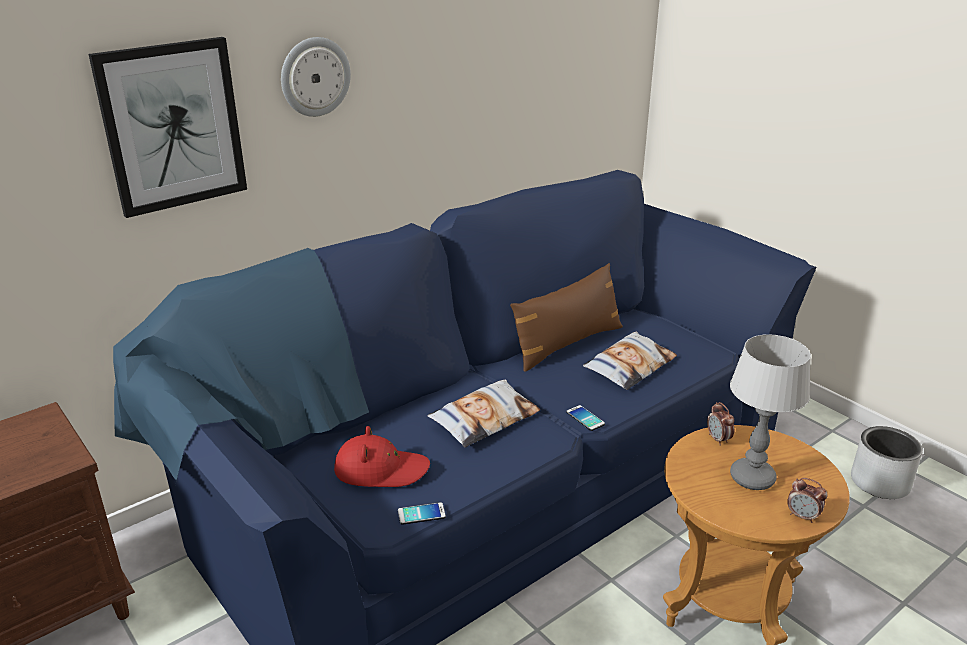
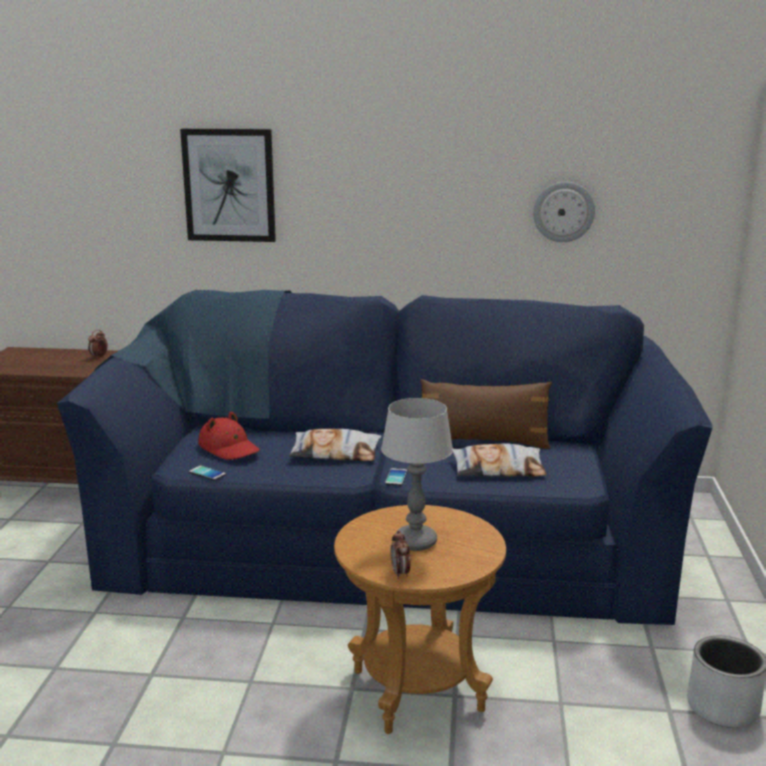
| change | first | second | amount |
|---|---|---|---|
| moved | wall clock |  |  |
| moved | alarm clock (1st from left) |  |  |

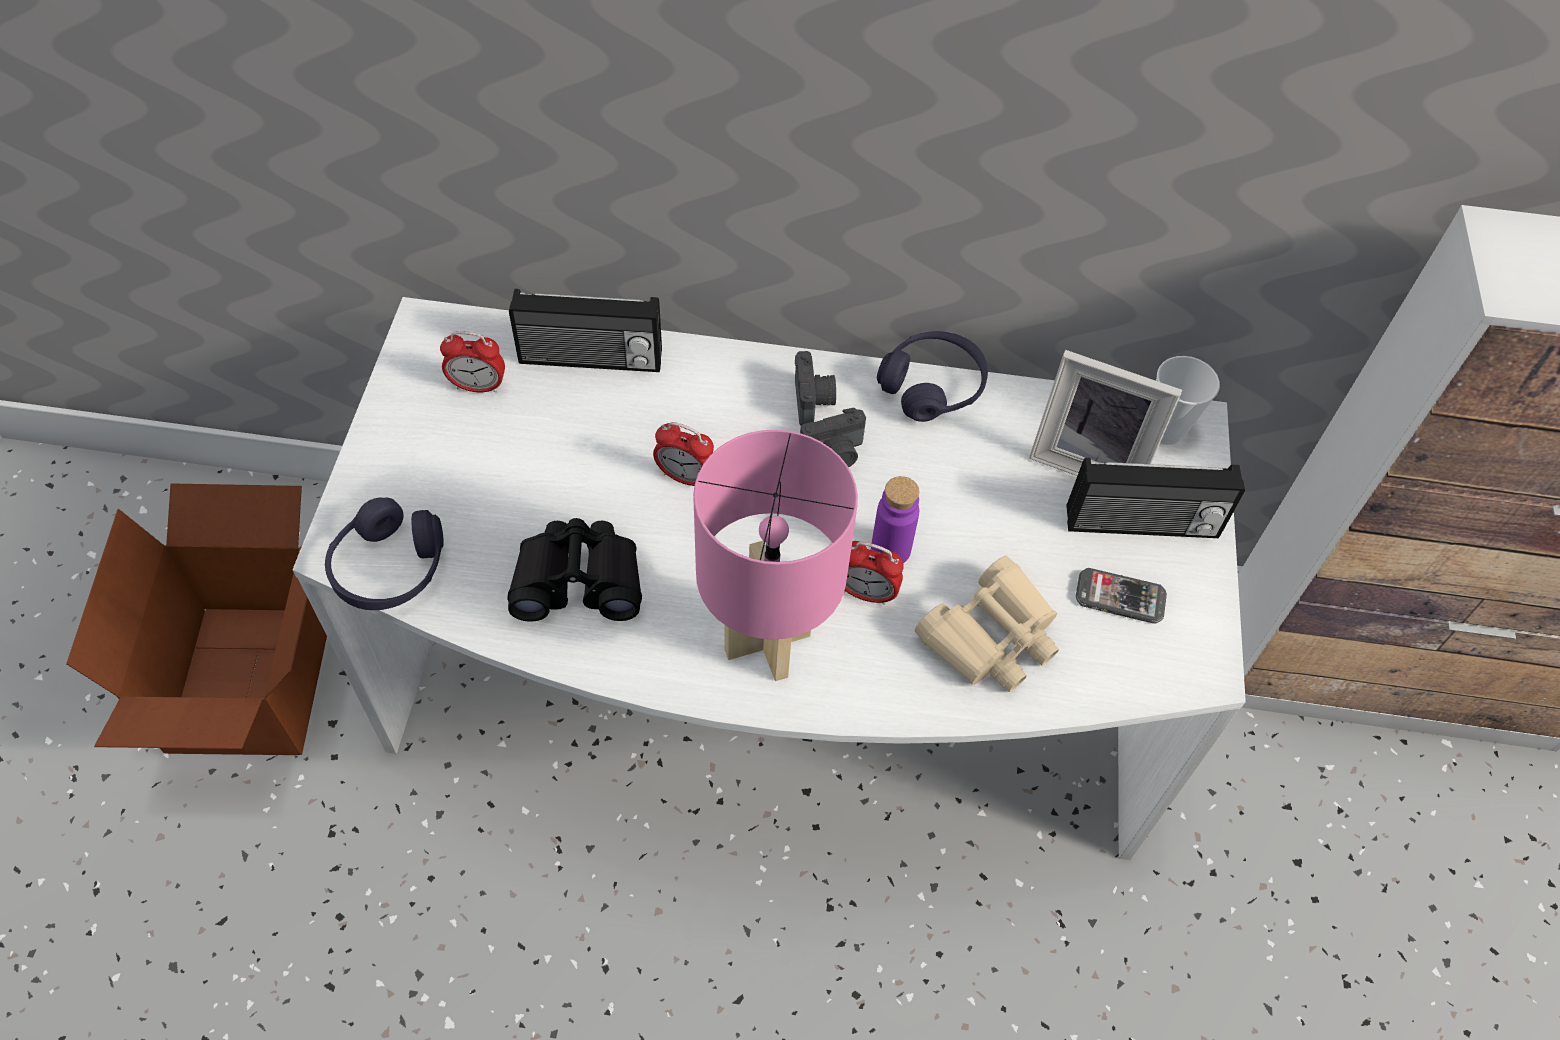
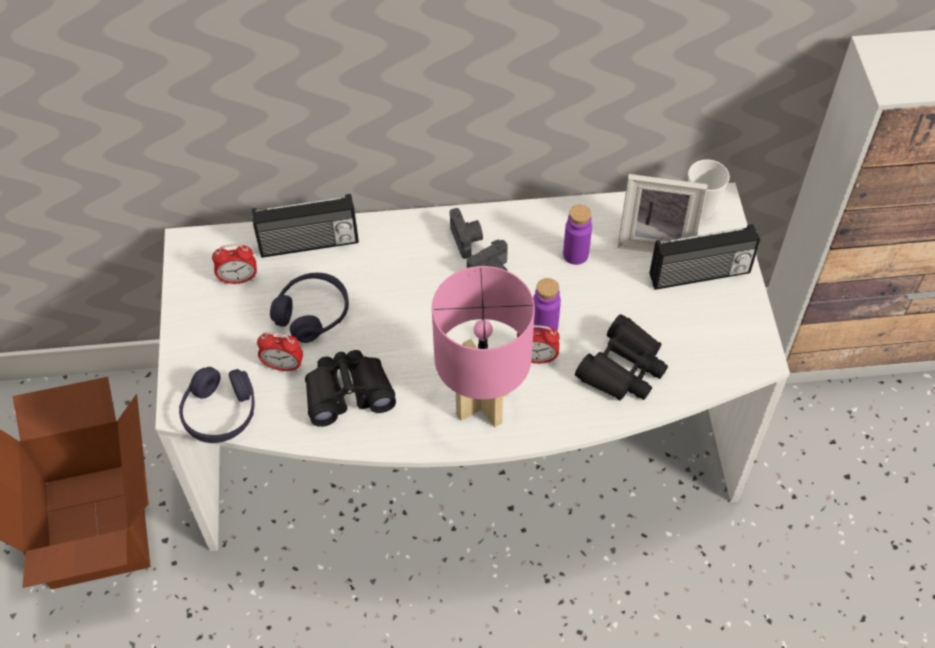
| change | first | second | amount |
|---|---|---|---|
| removed | phone |  |  |
| added |  | bottle (purple) (2nd from left) |  |
| moved | alarm clock (2nd from left) |  |  |
| moved | headphones (purple) (2nd from left) |  |  |
| recoloured | binoculars (beige) | binoculars (black) (2nd from left) |  |

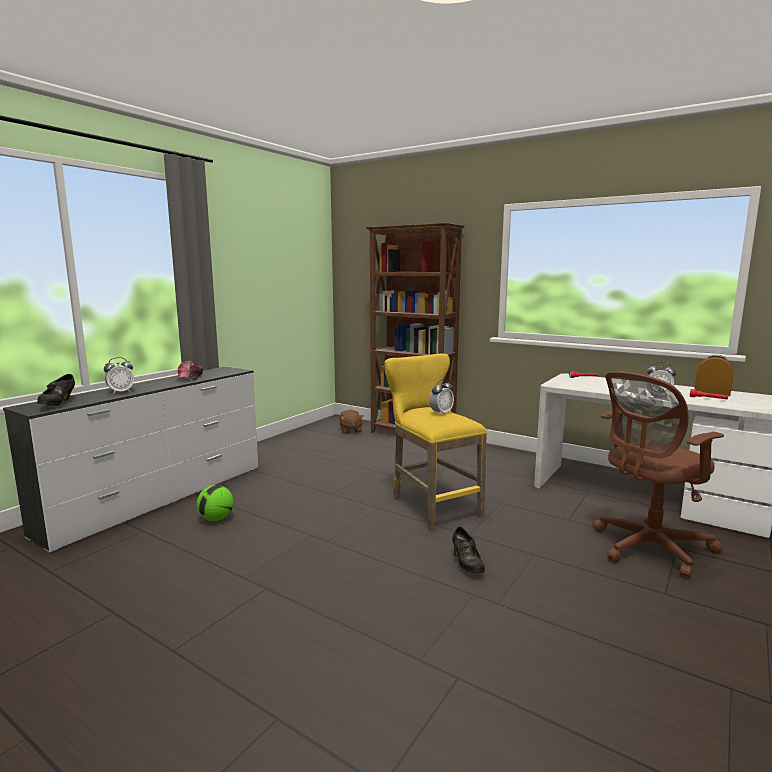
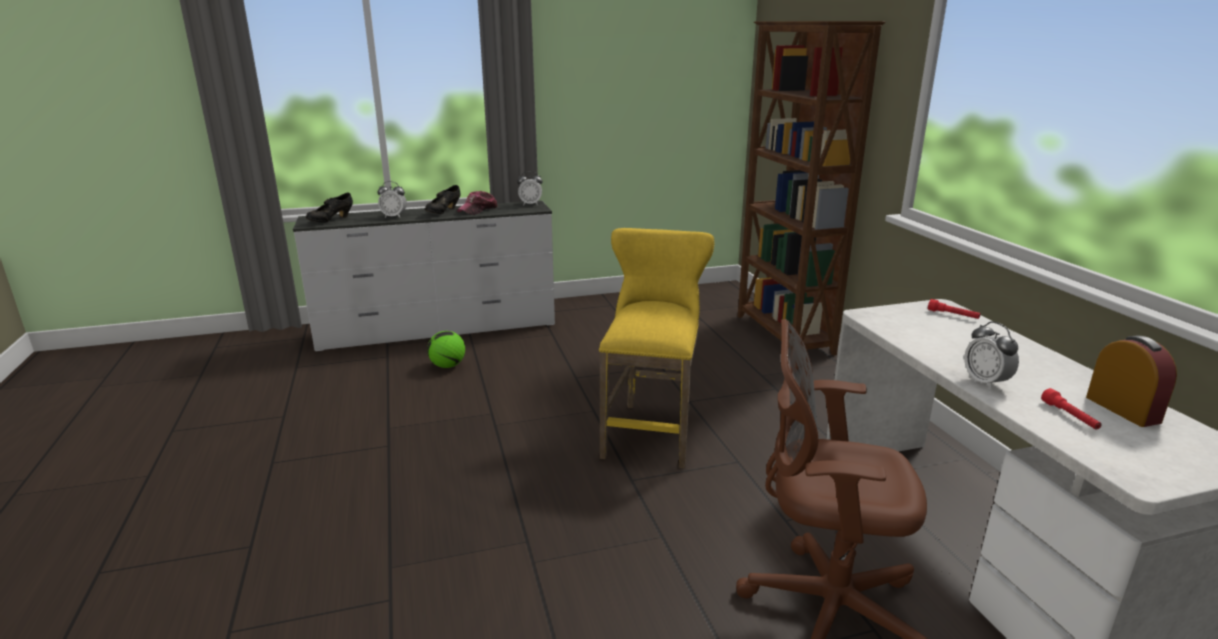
| change | first | second | amount |
|---|---|---|---|
| removed | plush toy (brown) |  |  |
| moved | alarm clock (2nd from left) |  |  |
| moved | shoe (black) (2nd from left) |  |  |

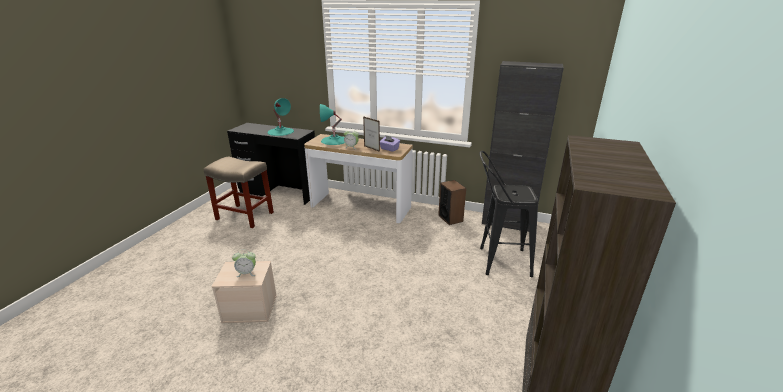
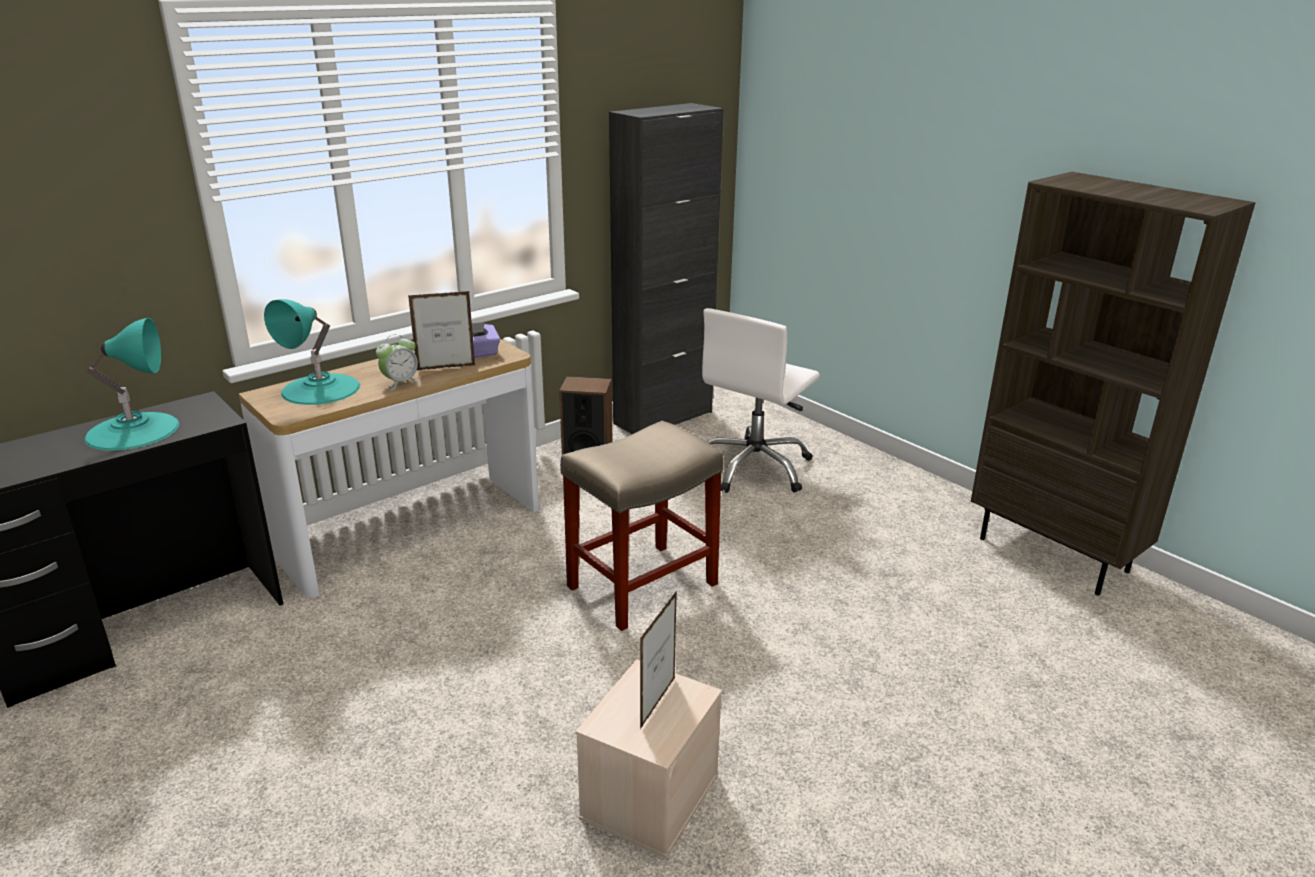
| change | first | second | amount |
|---|---|---|---|
| moved | stool (beige) |  |  |
| replaced | alarm clock (1st from left) | picture frame (2nd from left) |  |
| replaced | stool (black) | office chair (white) |  |

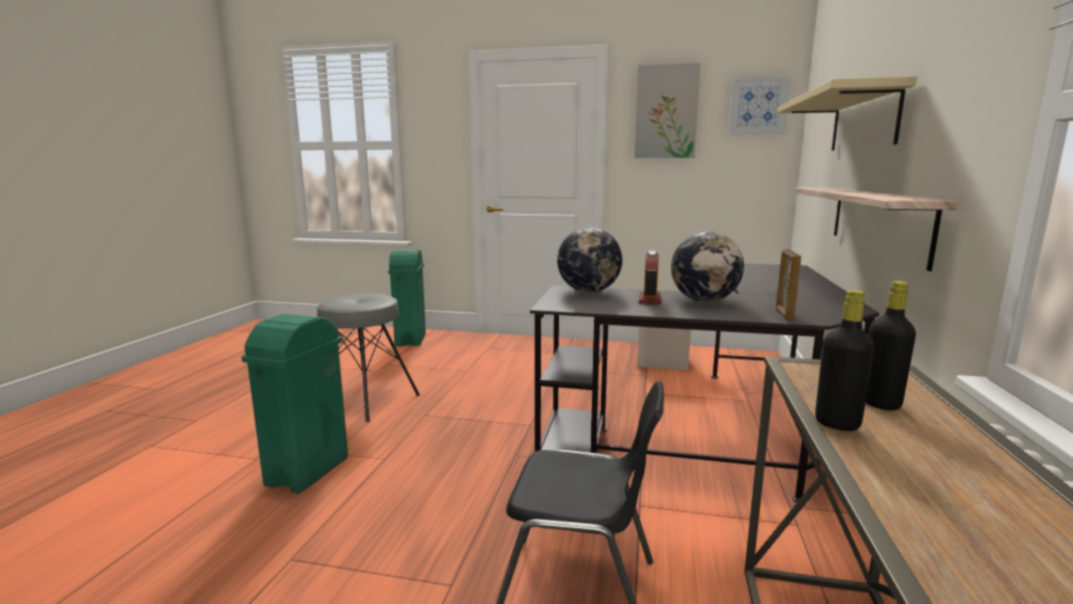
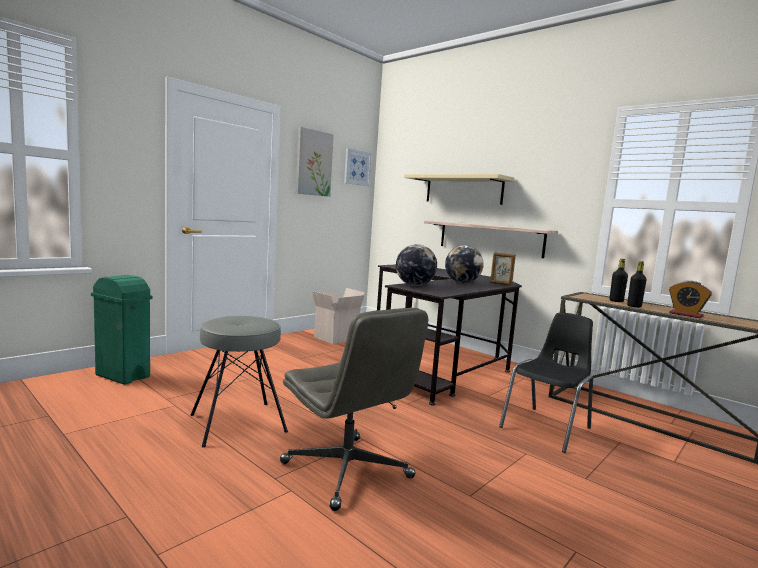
| change | first | second | amount |
|---|---|---|---|
| moved | alarm clock |  |  |
| replaced | trash can (green) (1st from left) | office chair (grey) |  |

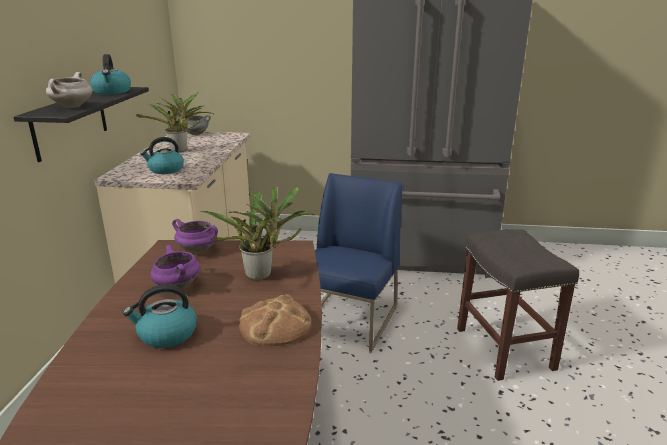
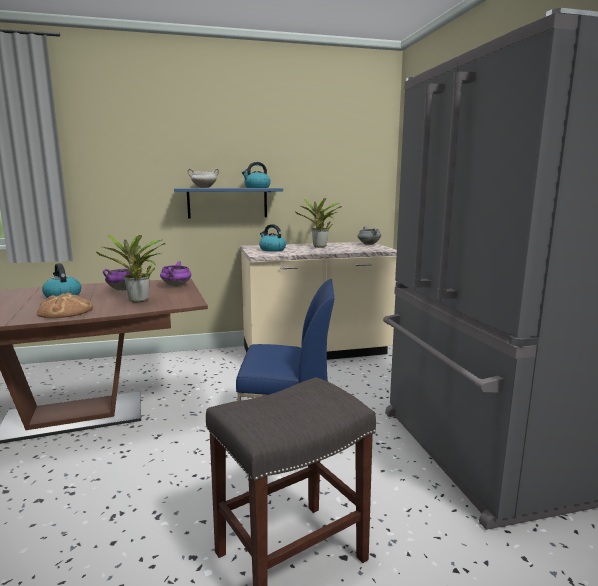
| change | first | second | amount |
|---|---|---|---|
| recoloured | shelf (black) | shelf (blue) |  |

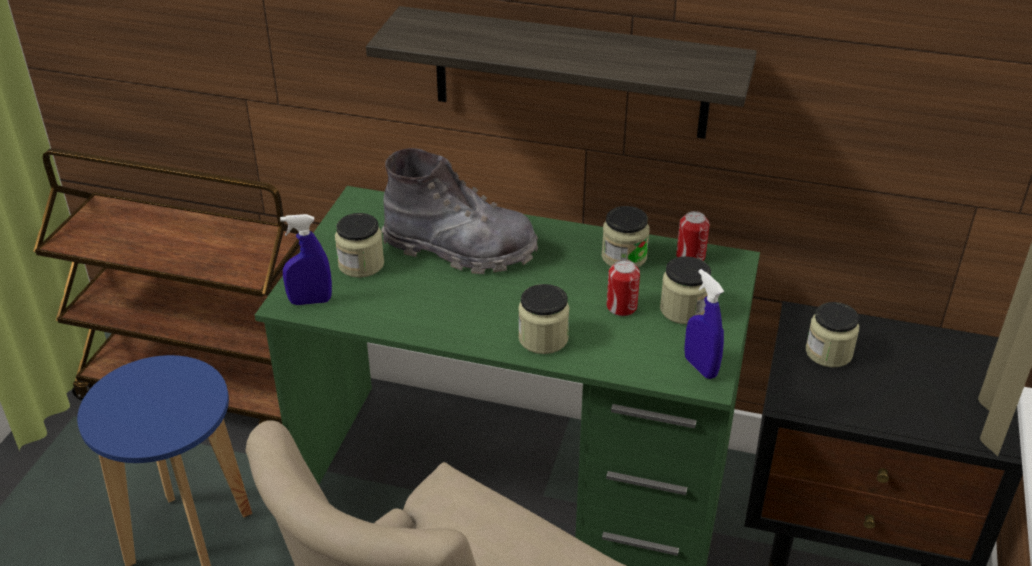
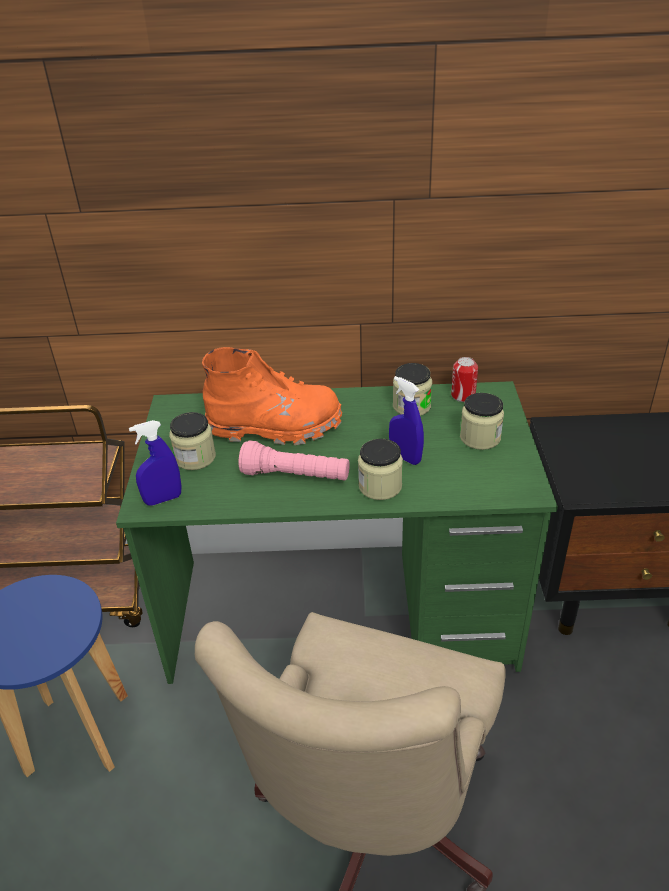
| change | first | second | amount |
|---|---|---|---|
| removed | shelf |  |  |
| removed | can (1st from left) |  |  |
| removed | jar (5th from left) |  |  |
| added |  | flashlight (pink) |  |
| moved | spray bottle (blue) (2nd from left) |  |  |
| recoloured | boot (grey) | boot (orange) |  |

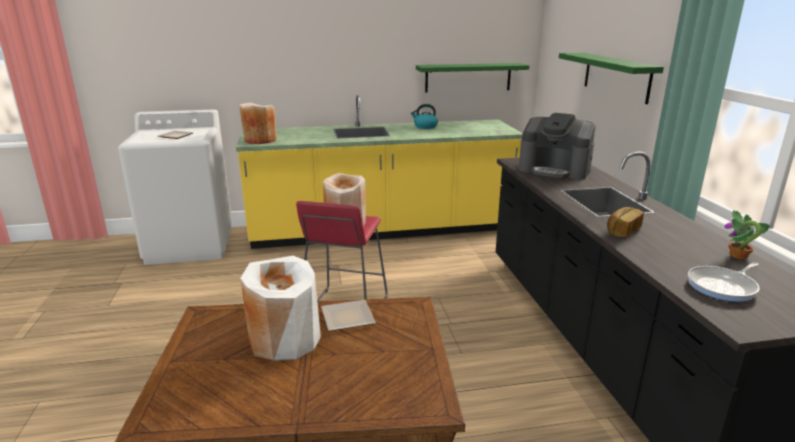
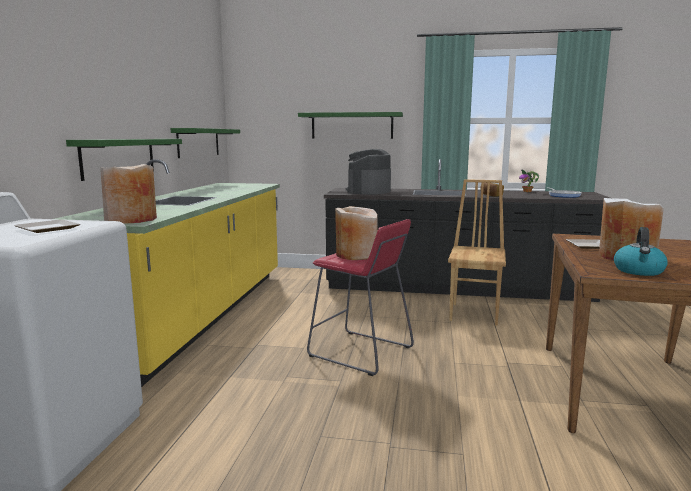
| change | first | second | amount |
|---|---|---|---|
| added |  | shelf (green) (1st from left) |  |
| added |  | chair (brown) |  |
| moved | kettle |  |  |
| turned | coffee machine |  | 150 degrees clockwise |

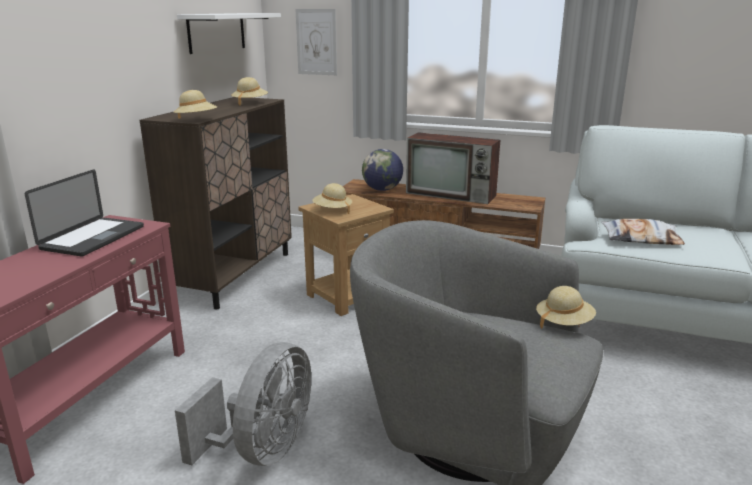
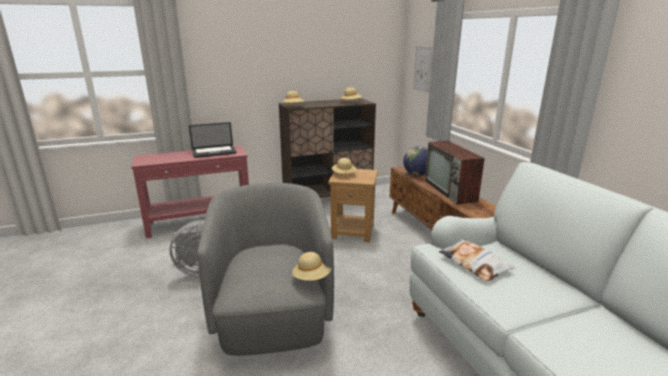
| change | first | second | amount |
|---|---|---|---|
| removed | shelf (white) |  |  |

